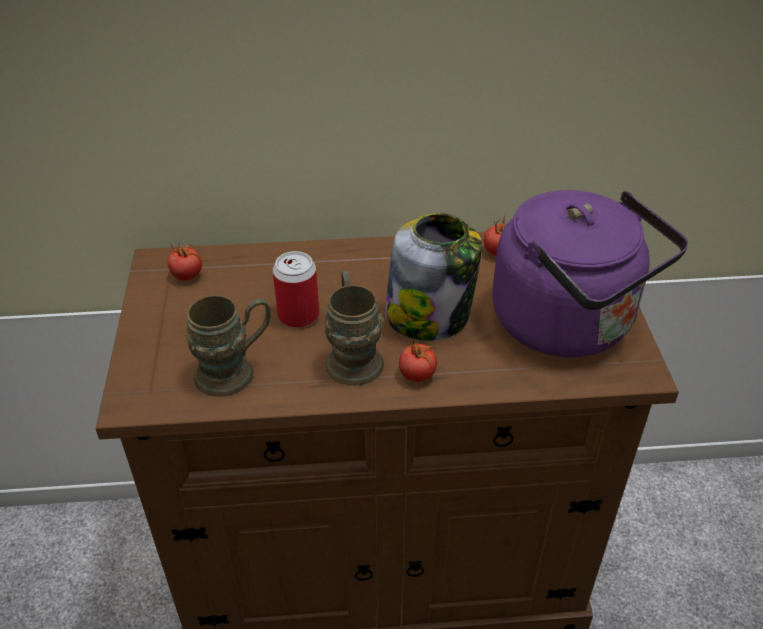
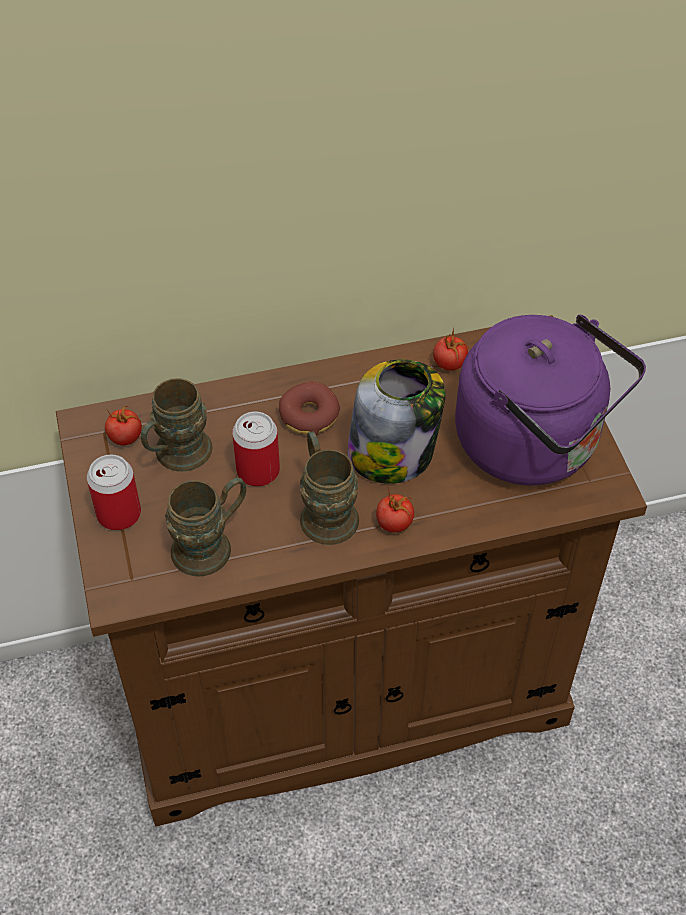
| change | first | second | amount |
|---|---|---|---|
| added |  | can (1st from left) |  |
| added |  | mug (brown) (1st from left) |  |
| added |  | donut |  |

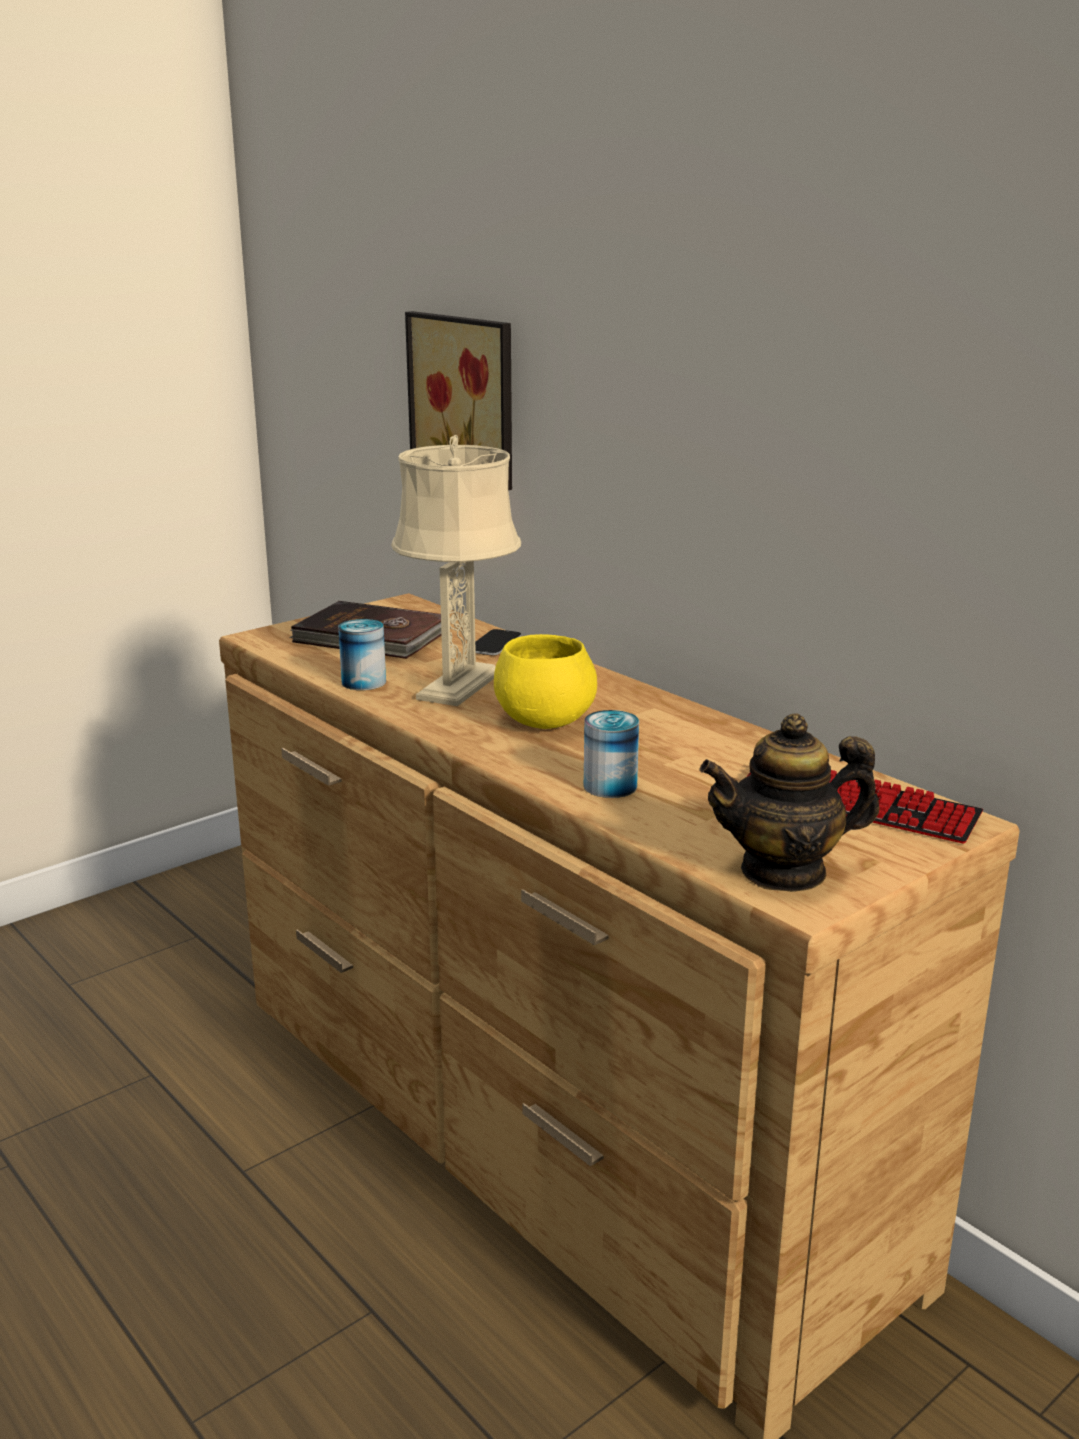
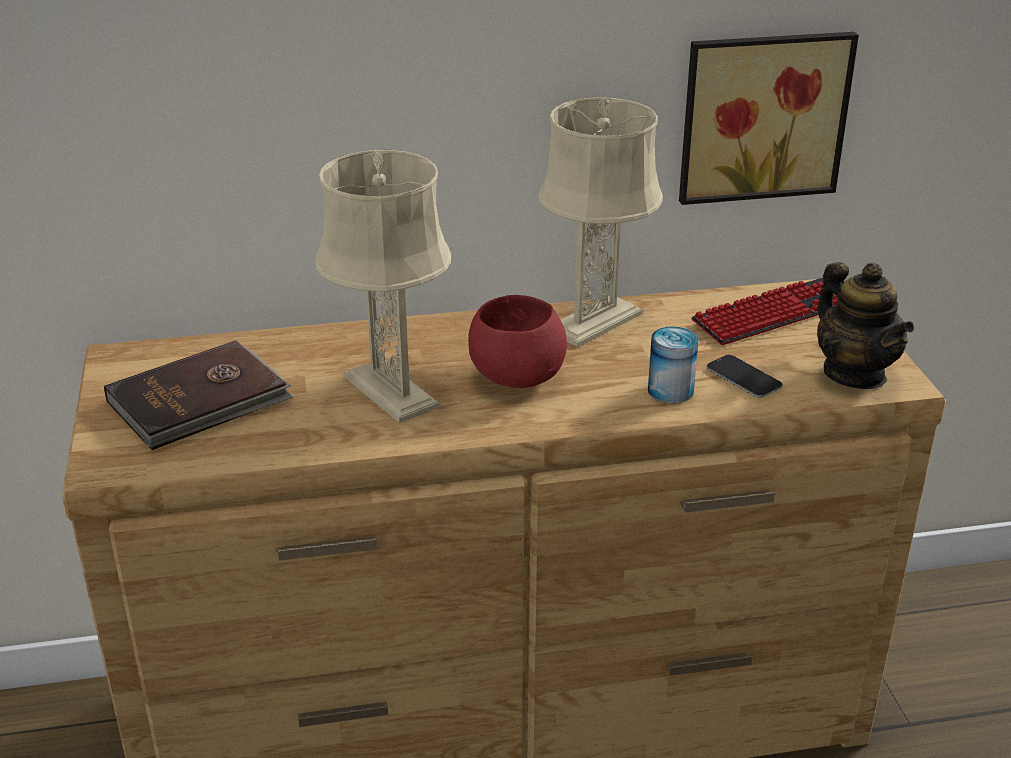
| change | first | second | amount |
|---|---|---|---|
| removed | can (1st from left) |  |  |
| added |  | table lamp (beige) (2nd from left) |  |
| moved | picture |  |  |
| moved | phone |  |  |
| recoloured | bowl (yellow) | bowl (red) |  |
| turned | teapot |  | 45 degrees counterclockwise |

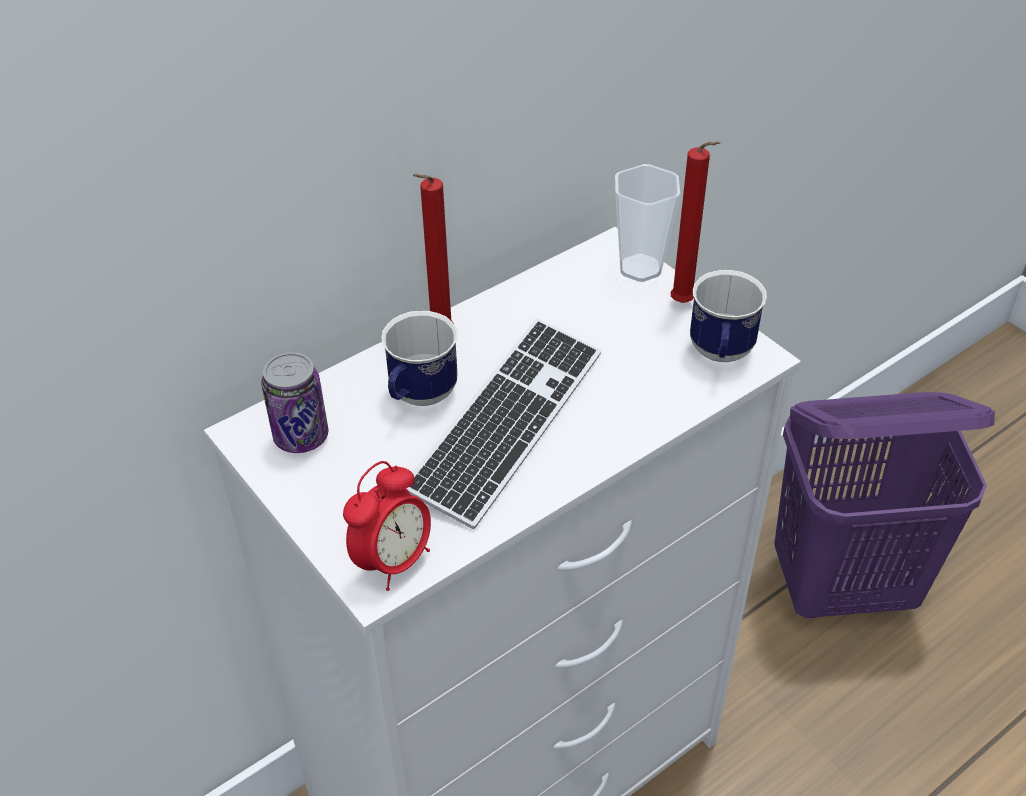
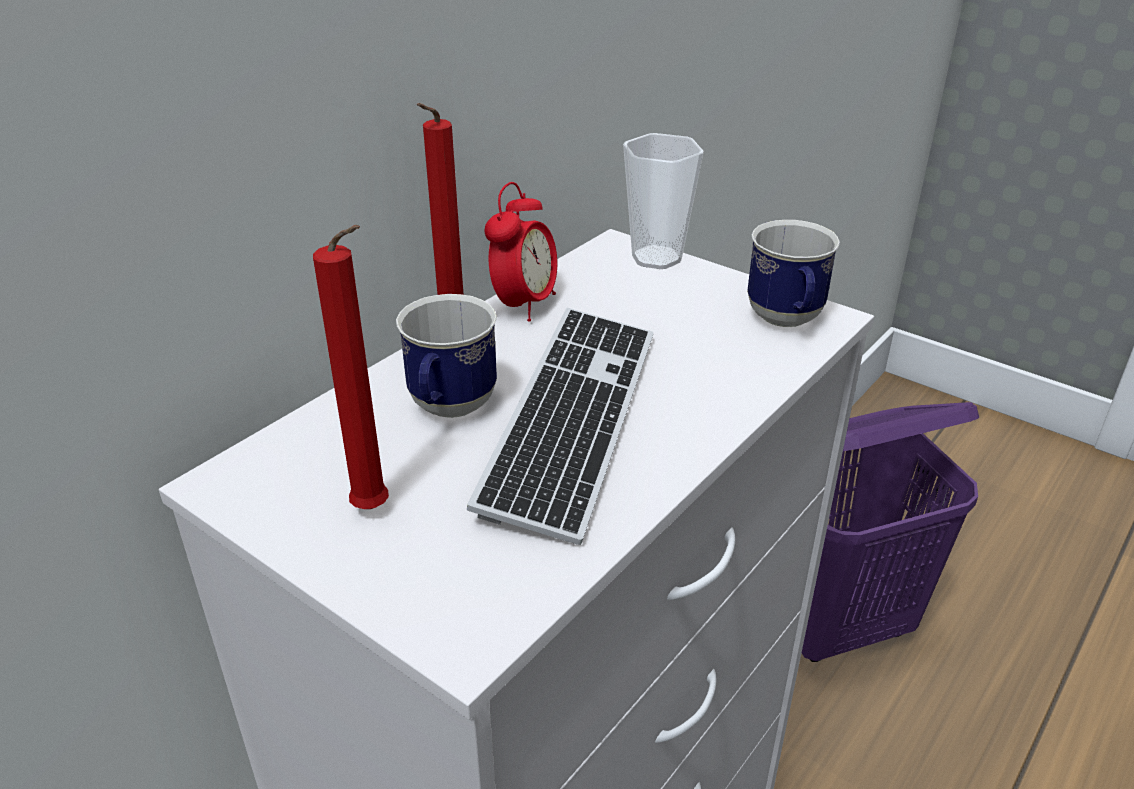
| change | first | second | amount |
|---|---|---|---|
| removed | can |  |  |
| moved | alarm clock |  |  |
| moved | candle (red) (2nd from left in the first image) | candle (red) (1st from left) |  |

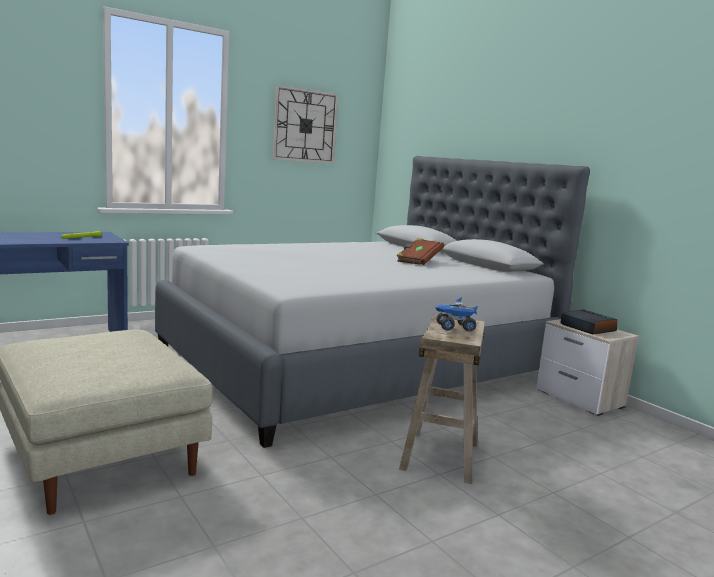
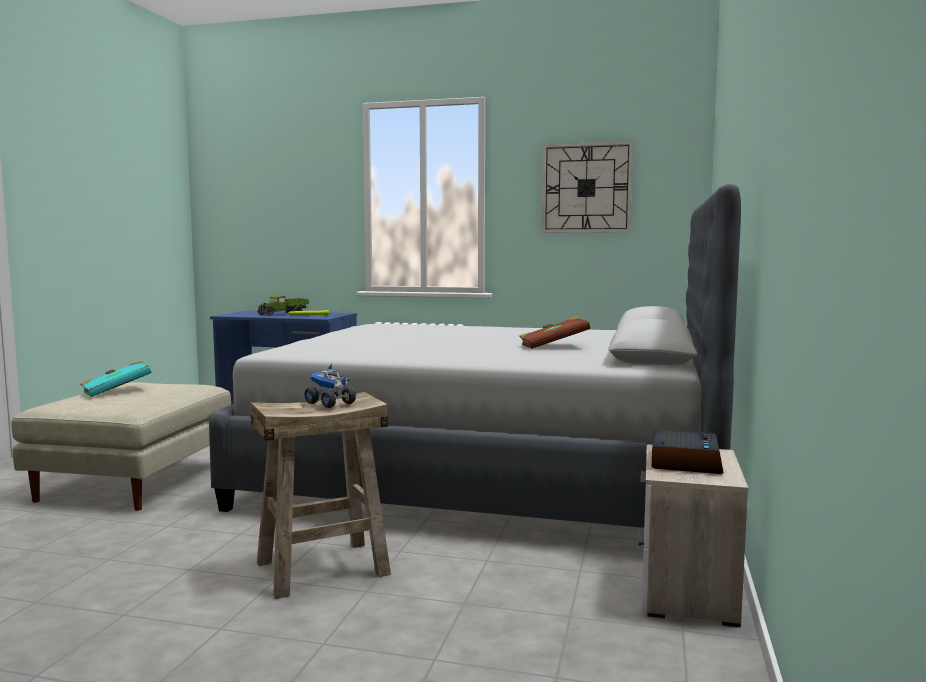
| change | first | second | amount |
|---|---|---|---|
| added |  | book (turquoise) |  |
| added |  | toy truck (1st from left) |  |

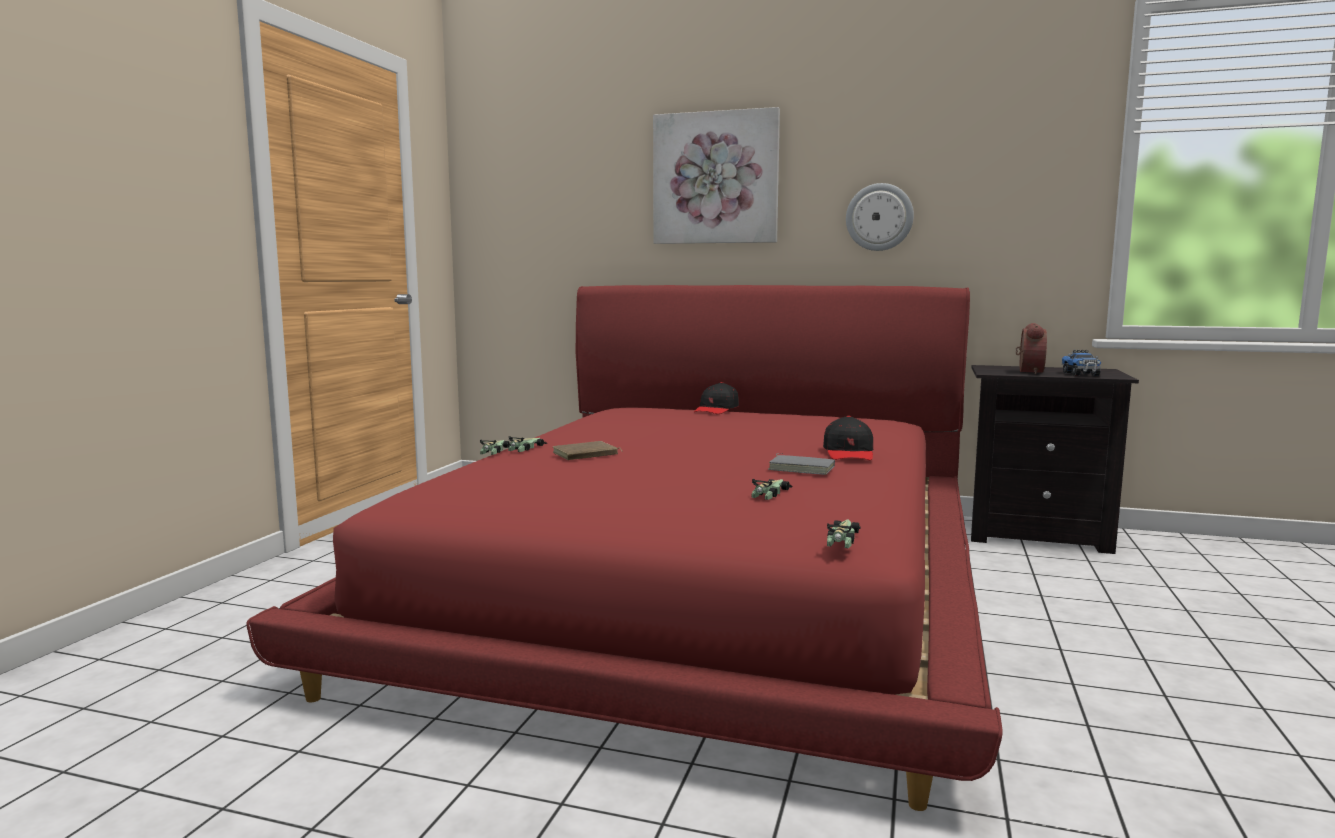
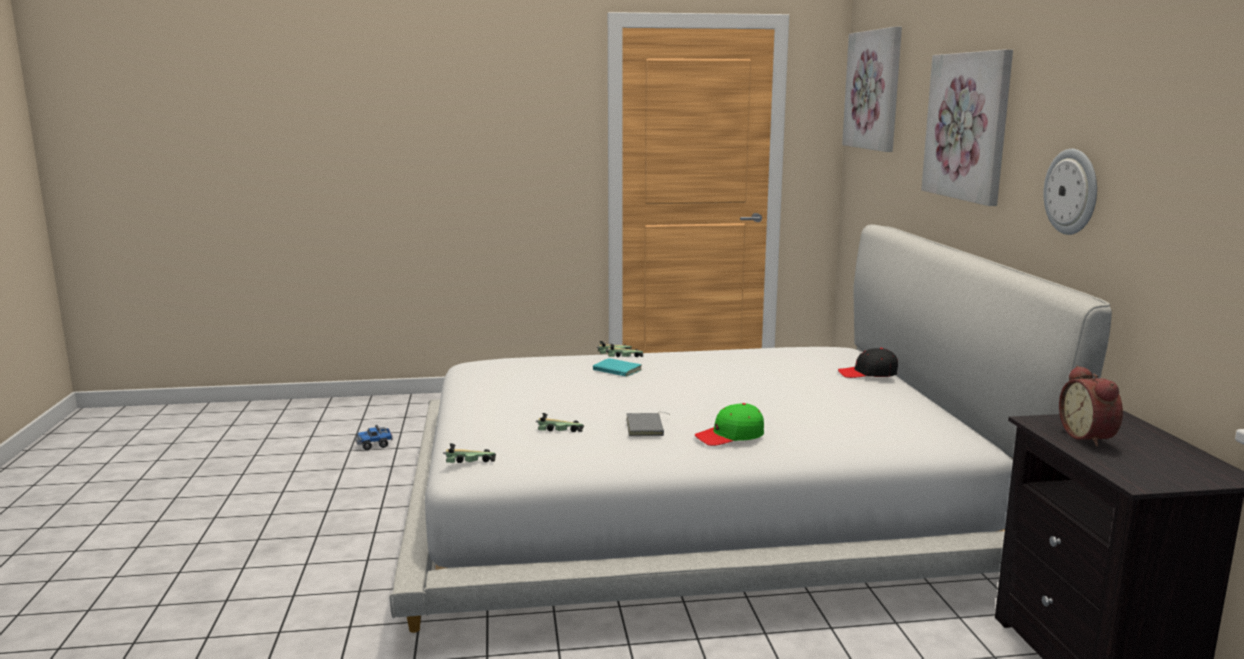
| change | first | second | amount |
|---|---|---|---|
| added |  | picture (1st from left) |  |
| moved | toy truck |  |  |
| recoloured | bed (red) | bed (white) |  |
| recoloured | book (brown) | book (turquoise) |  |
| recoloured | cap (black) (2nd from left) | cap (green) |  |
| turned | alarm clock |  | 90 degrees clockwise |

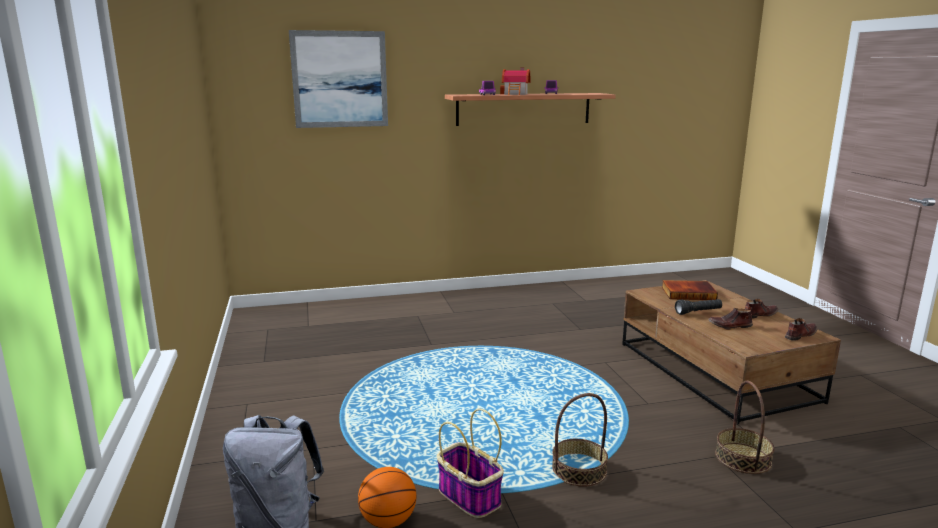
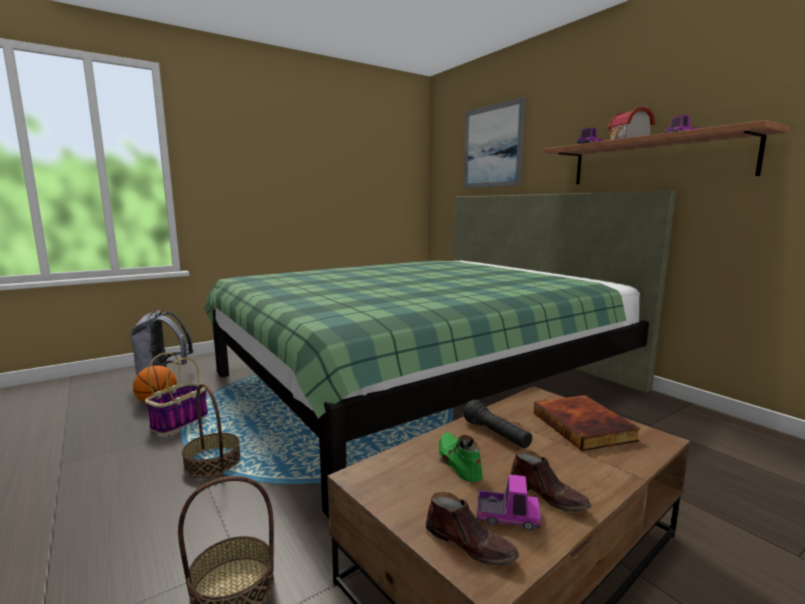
| change | first | second | amount |
|---|---|---|---|
| added |  | bed (green) |  |
| added |  | toy truck (1st from left) |  |
| recoloured | shoe (brown) (1st from left) | shoe (green) |  |

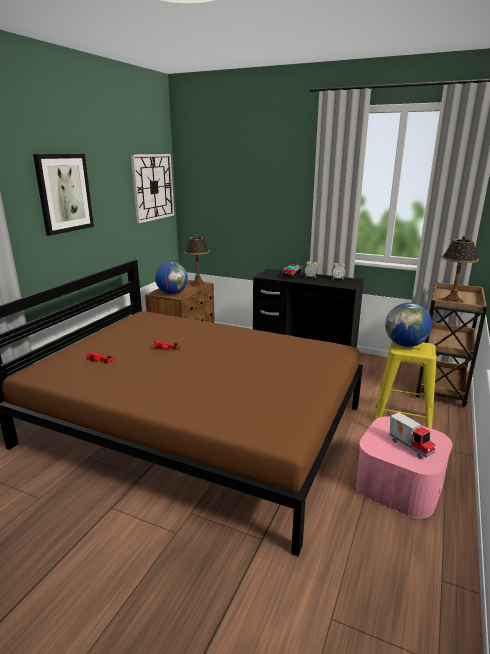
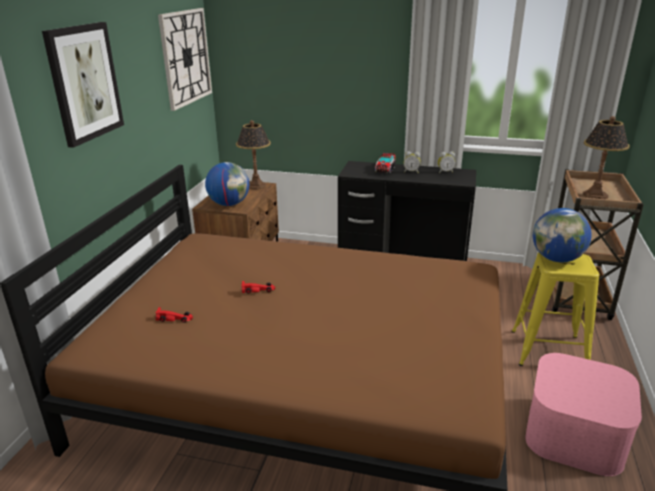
| change | first | second | amount |
|---|---|---|---|
| removed | toy truck (2nd from left) |  |  |

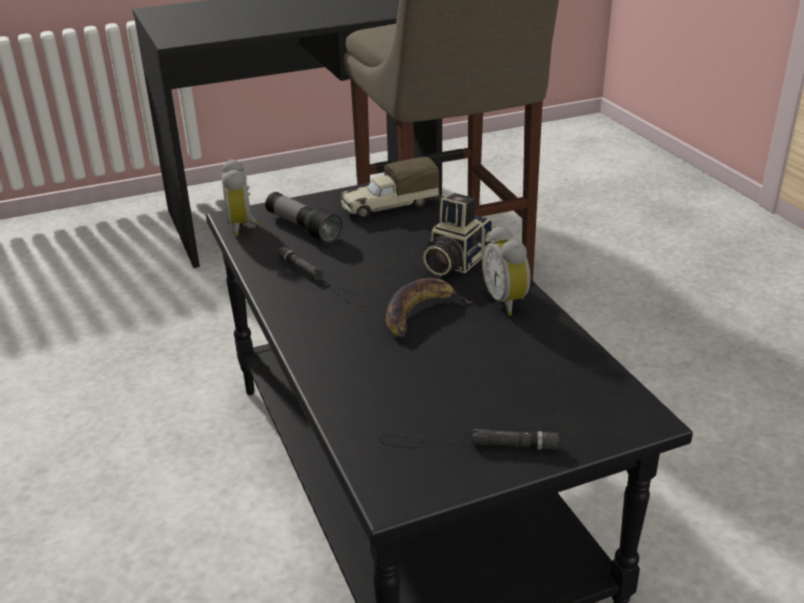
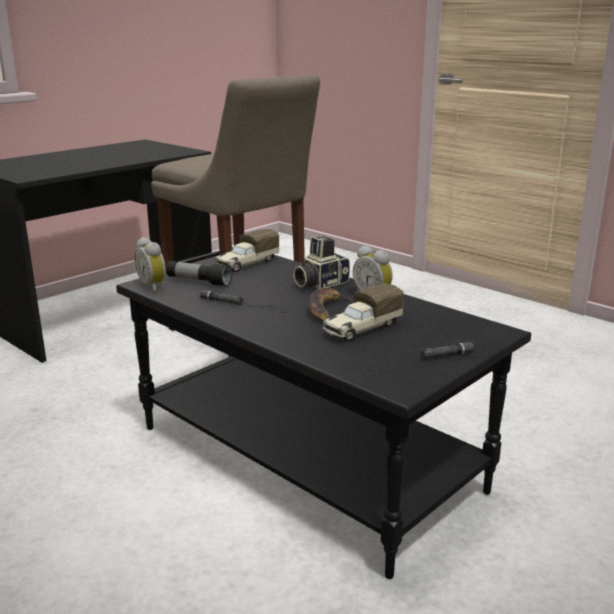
| change | first | second | amount |
|---|---|---|---|
| added |  | toy truck (2nd from left) |  |
| turned | photo camera |  | 45 degrees clockwise |

